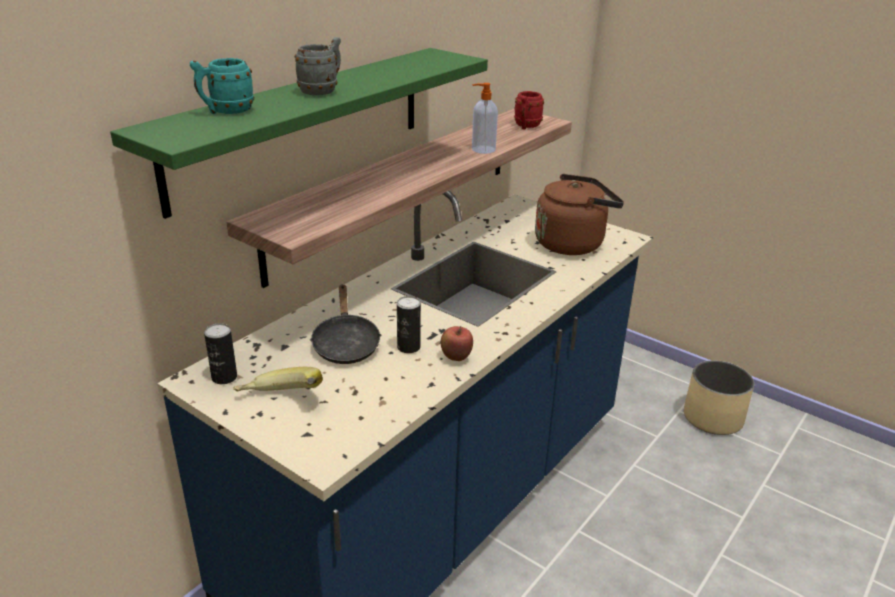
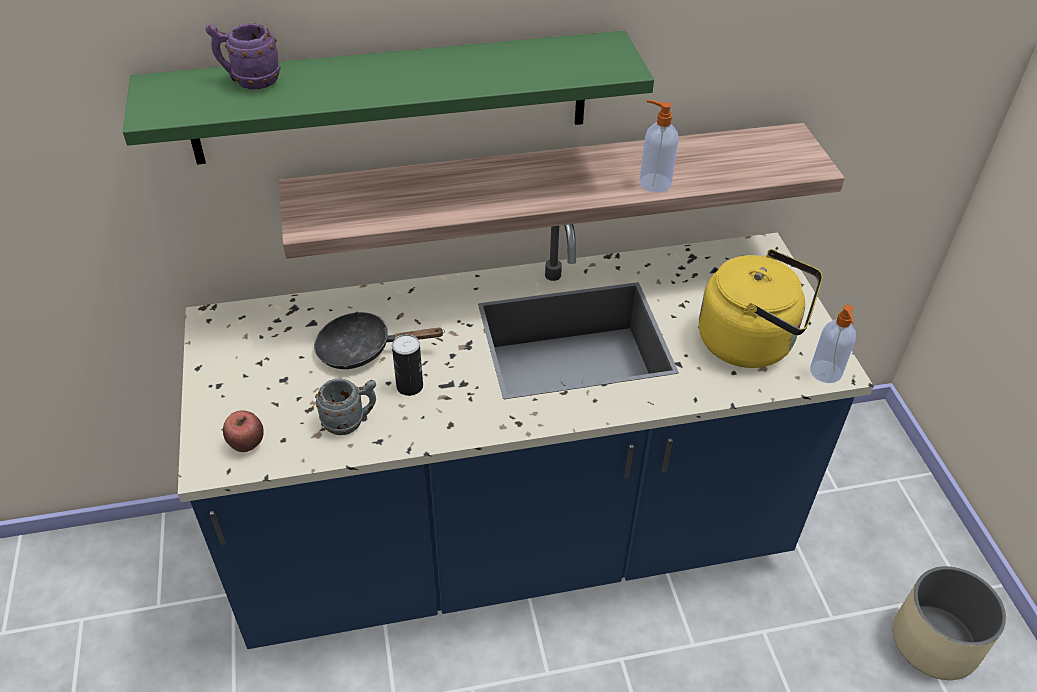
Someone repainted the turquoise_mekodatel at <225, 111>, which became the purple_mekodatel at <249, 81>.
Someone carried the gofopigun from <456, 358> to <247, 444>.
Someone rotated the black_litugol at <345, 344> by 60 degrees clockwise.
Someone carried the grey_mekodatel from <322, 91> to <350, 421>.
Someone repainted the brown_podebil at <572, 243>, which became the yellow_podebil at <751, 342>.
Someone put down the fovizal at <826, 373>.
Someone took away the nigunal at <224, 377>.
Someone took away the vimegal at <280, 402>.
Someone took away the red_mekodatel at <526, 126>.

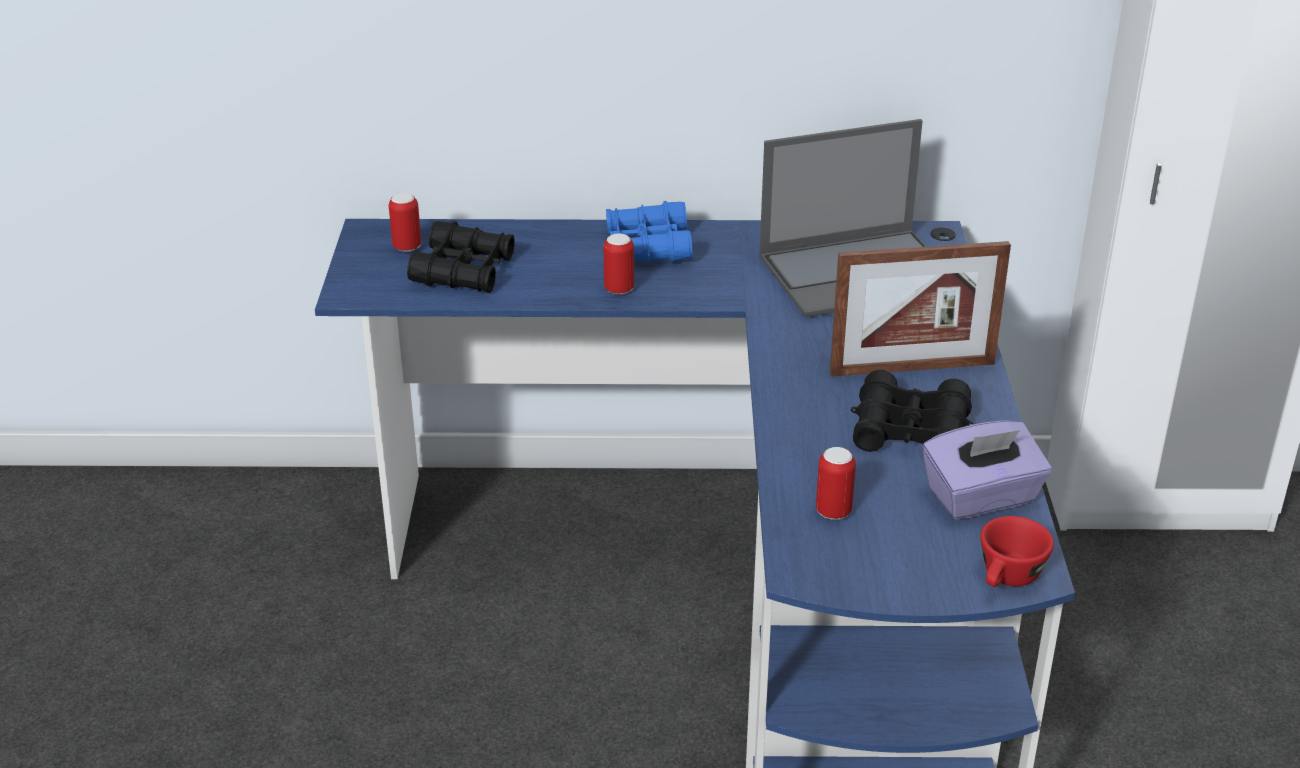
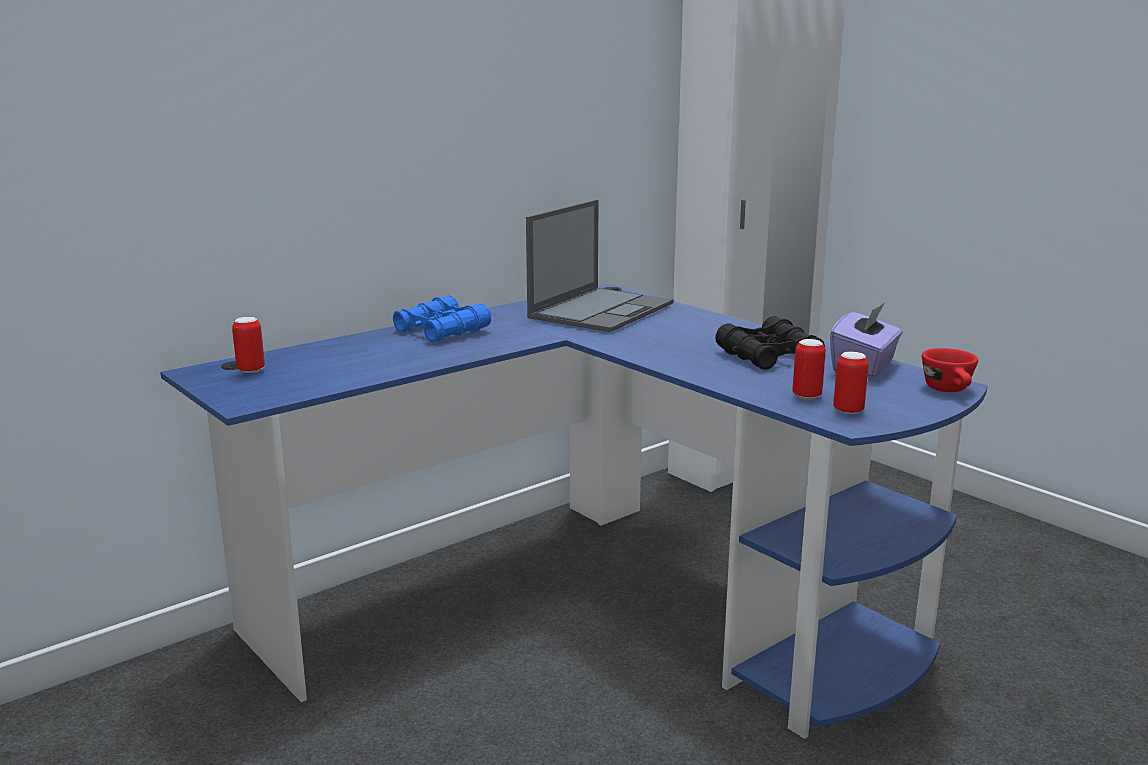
Someone carried the nigunal from <619, 289> to <848, 411>.
Someone took away the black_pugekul at <463, 271>.
Someone took away the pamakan at <912, 368>.

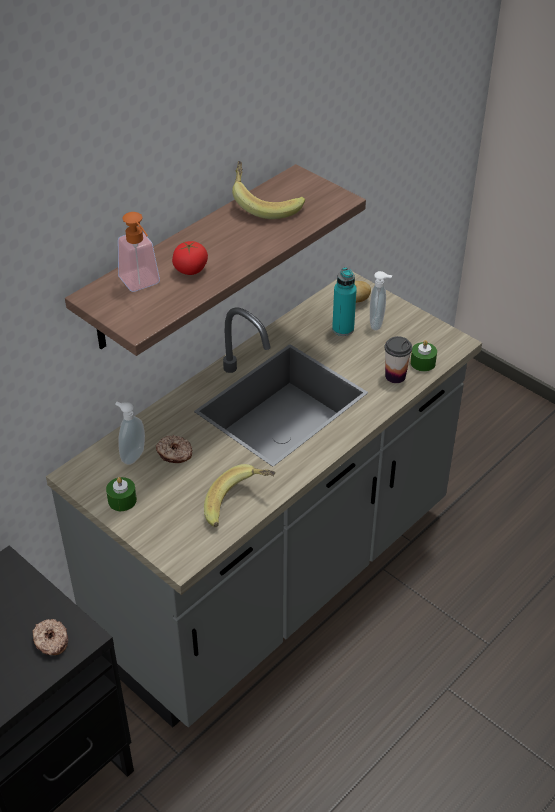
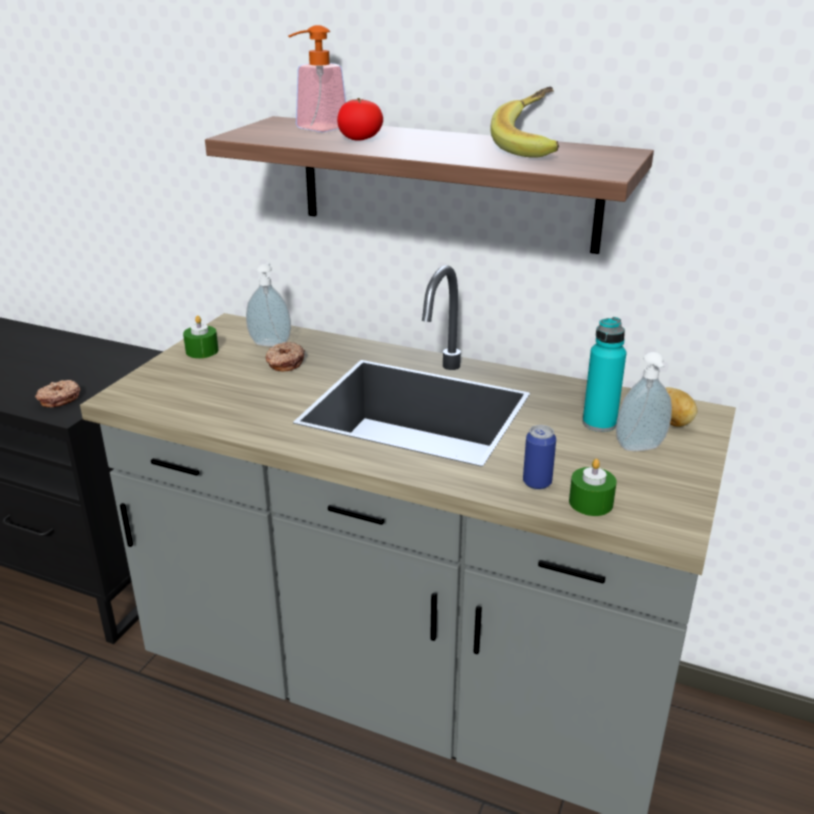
Someone swapped the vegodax at <395, 376> for the nigunal at <537, 483>.
Someone took away the vimegal at <239, 506>.

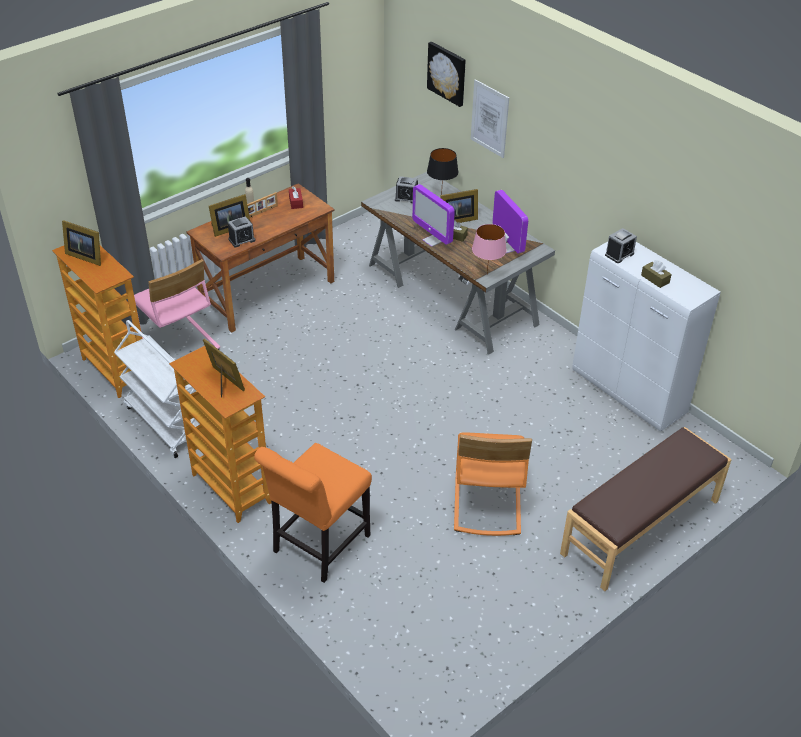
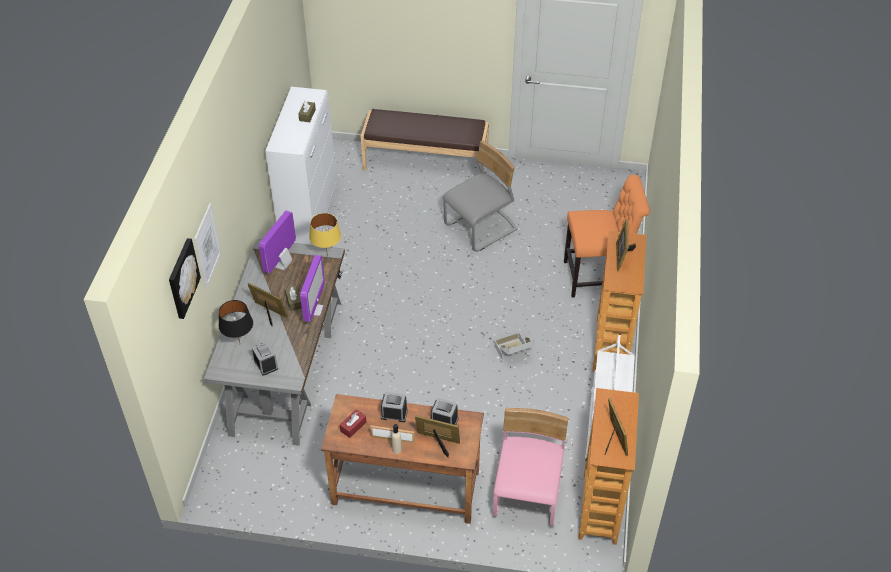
Someone repainted the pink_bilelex at <487, 274>, which became the yellow_bilelex at <327, 256>.
Someone carried the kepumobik from <619, 254> to <394, 413>.
Someone repainted the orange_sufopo at <486, 503>, which became the grey_sufopo at <481, 228>.
Someone put down the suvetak at <513, 354>.

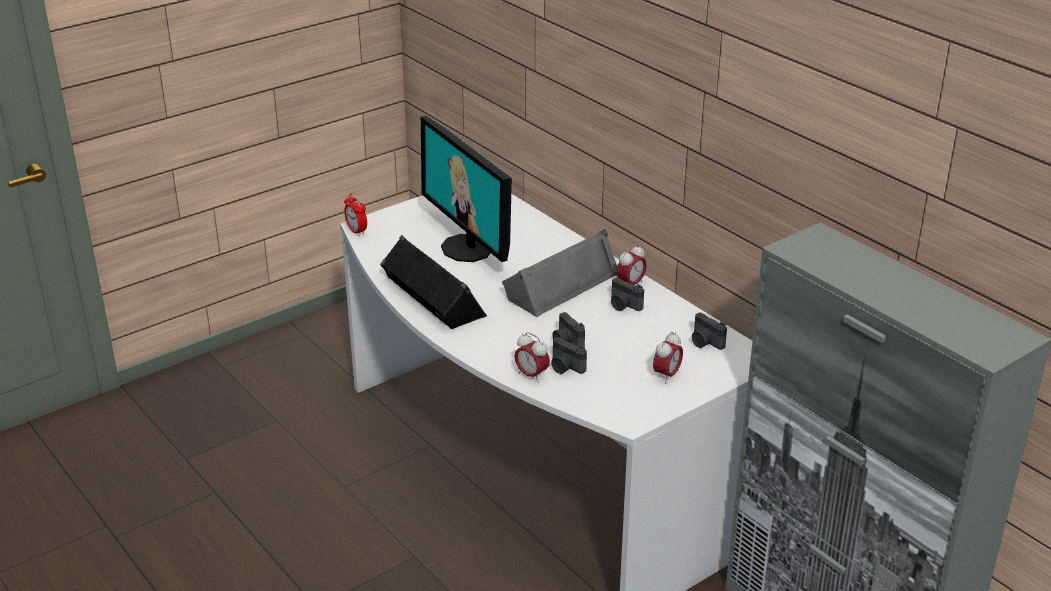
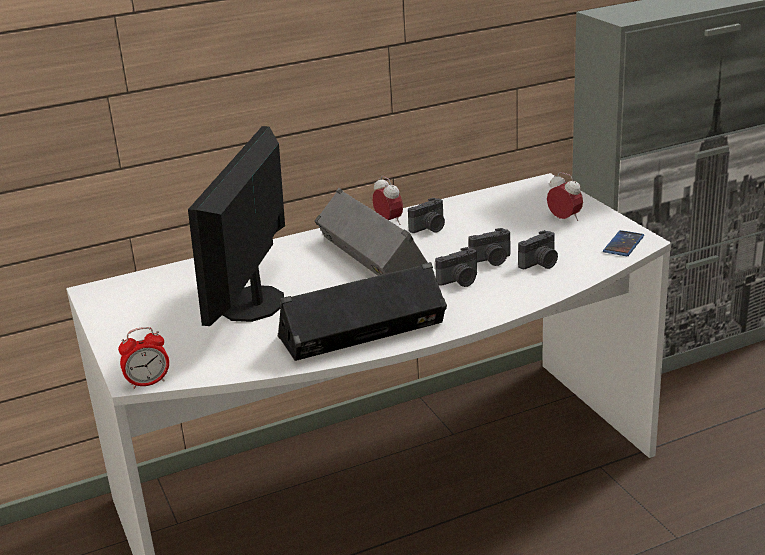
Someone rotated the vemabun at <468, 248> by 120 degrees clockwise.
Someone carried the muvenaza from <705, 342> to <460, 281>.
Someone put down the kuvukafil at <623, 244>.
Someone took away the kepumobik at <531, 375>.

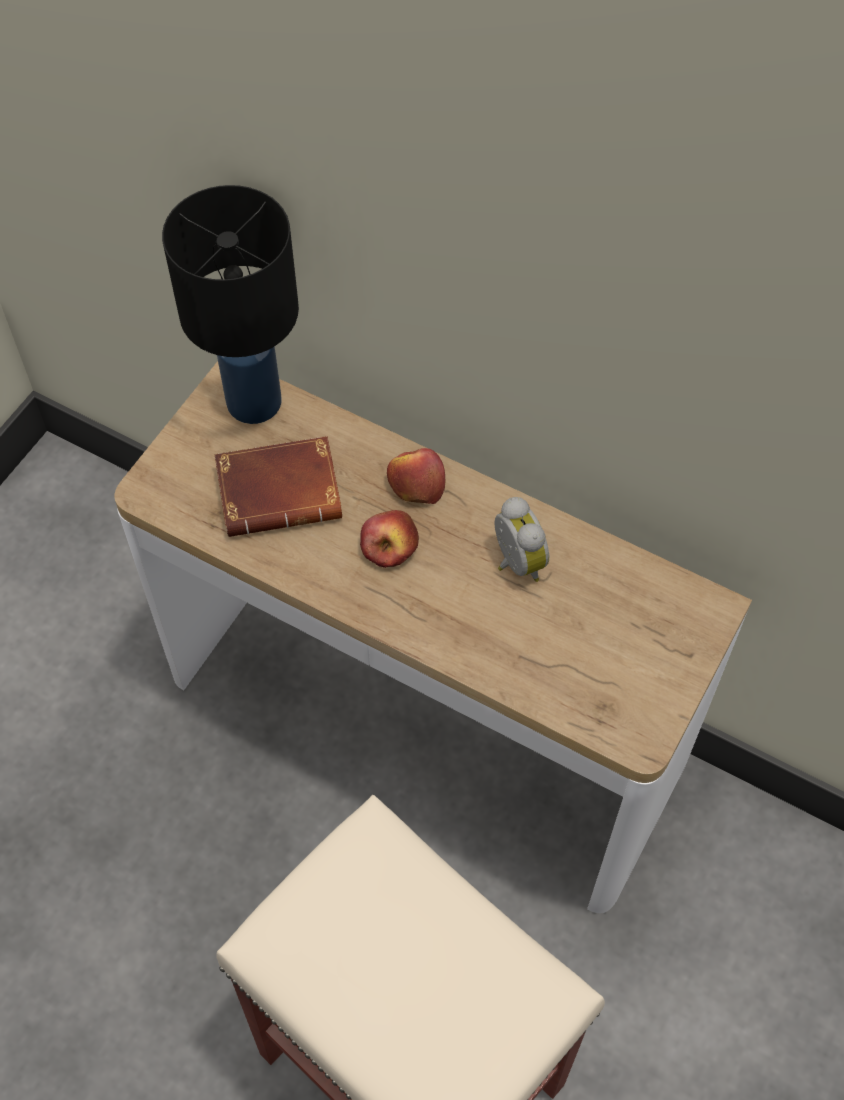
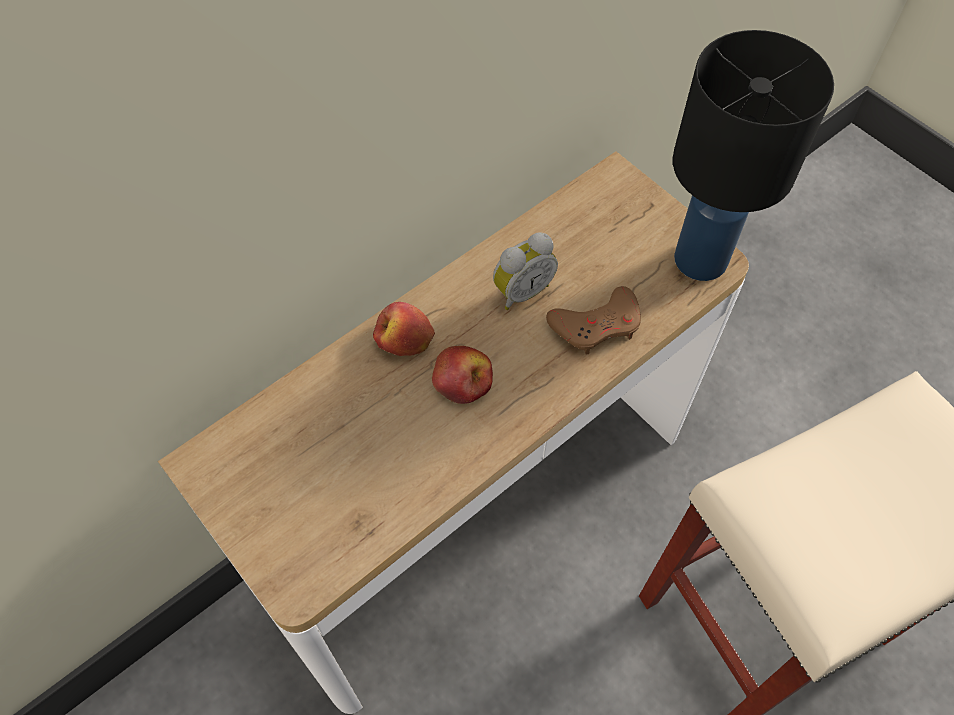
Someone rotated the kepumobik at <515, 563> by 150 degrees clockwise.
Someone put down the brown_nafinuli at <597, 325>.
Someone carried the black_bilelex from <252, 402> to <700, 261>.
Someone took away the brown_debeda at <282, 490>.

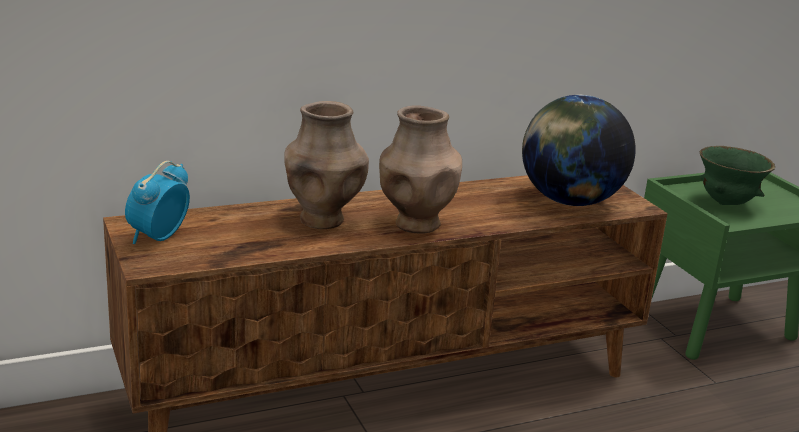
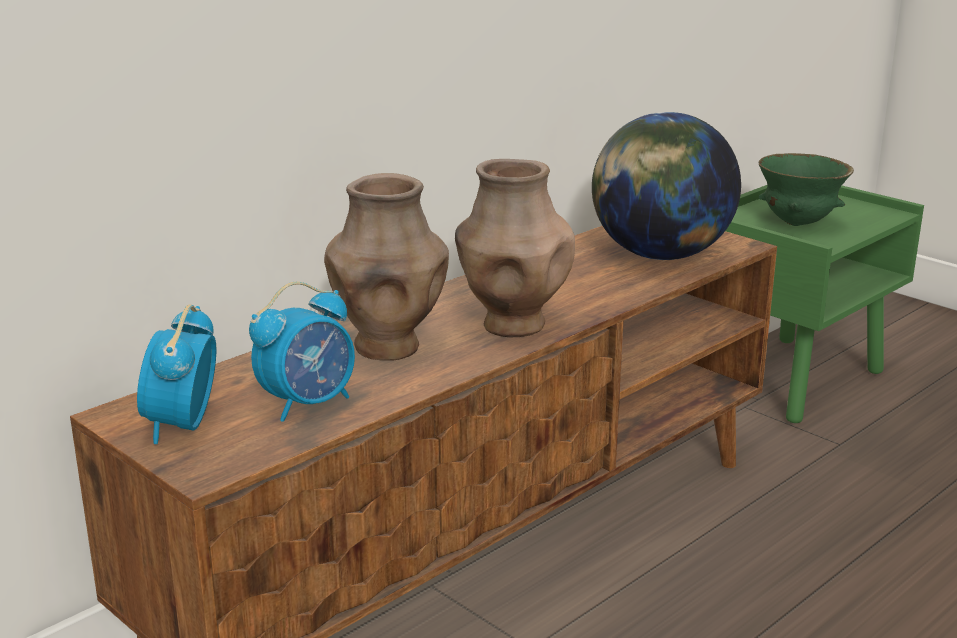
Someone put down the kepumobik at <308, 403>.

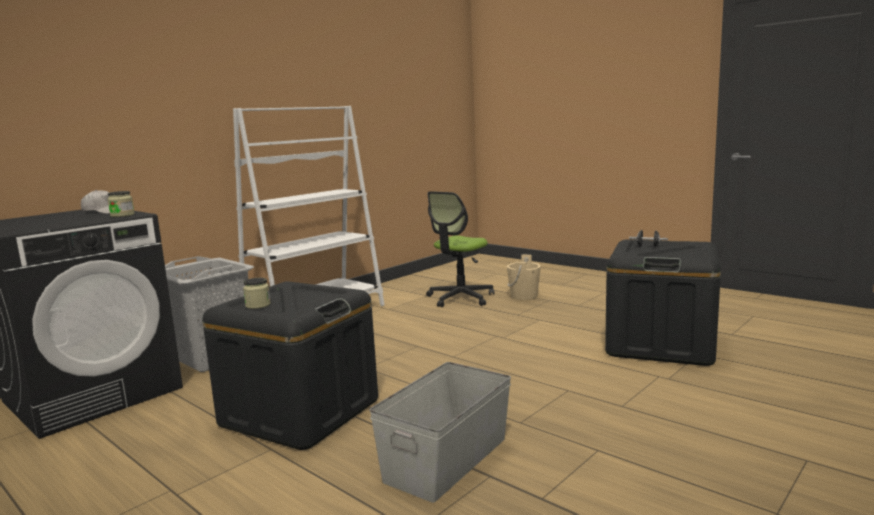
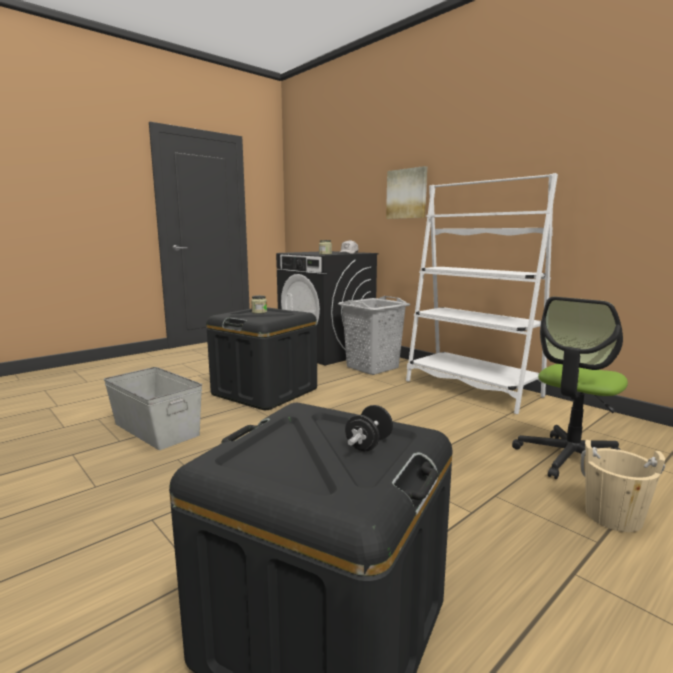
Someone put up the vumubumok at <407, 194>.
Someone rotated the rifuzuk at <460, 298> by 90 degrees counterclockwise.

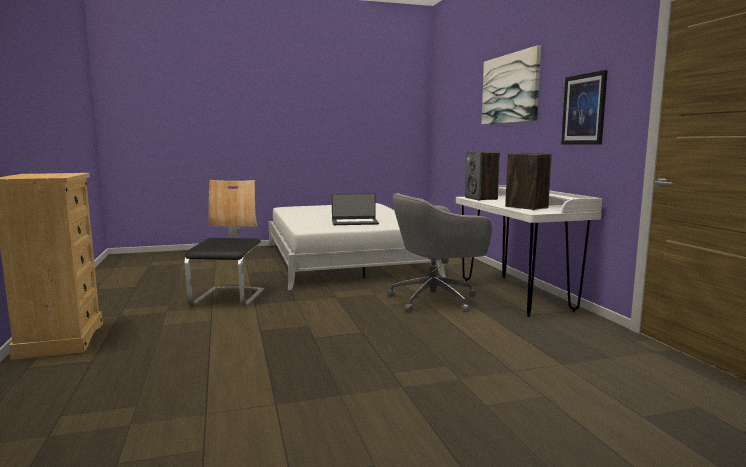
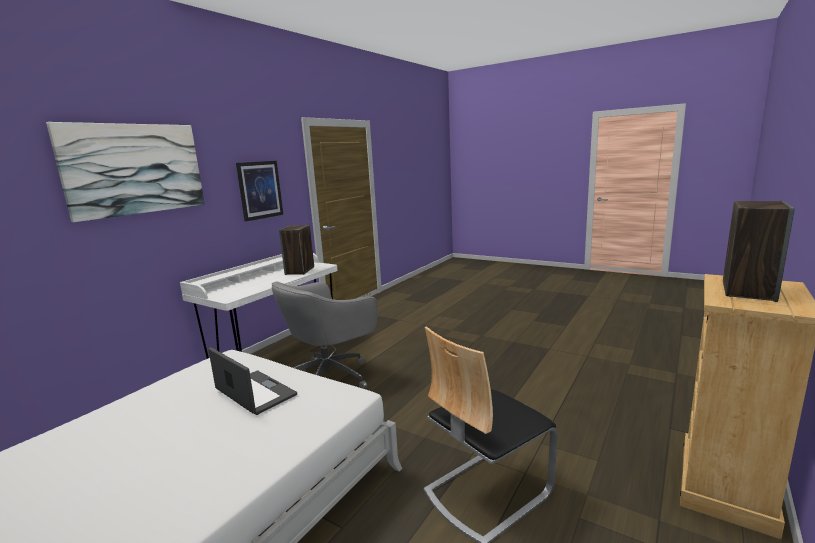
Someone rotated the grey_rifuzuk at <436, 300> by 105 degrees clockwise.
Someone carried the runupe from <481, 198> to <747, 291>.

